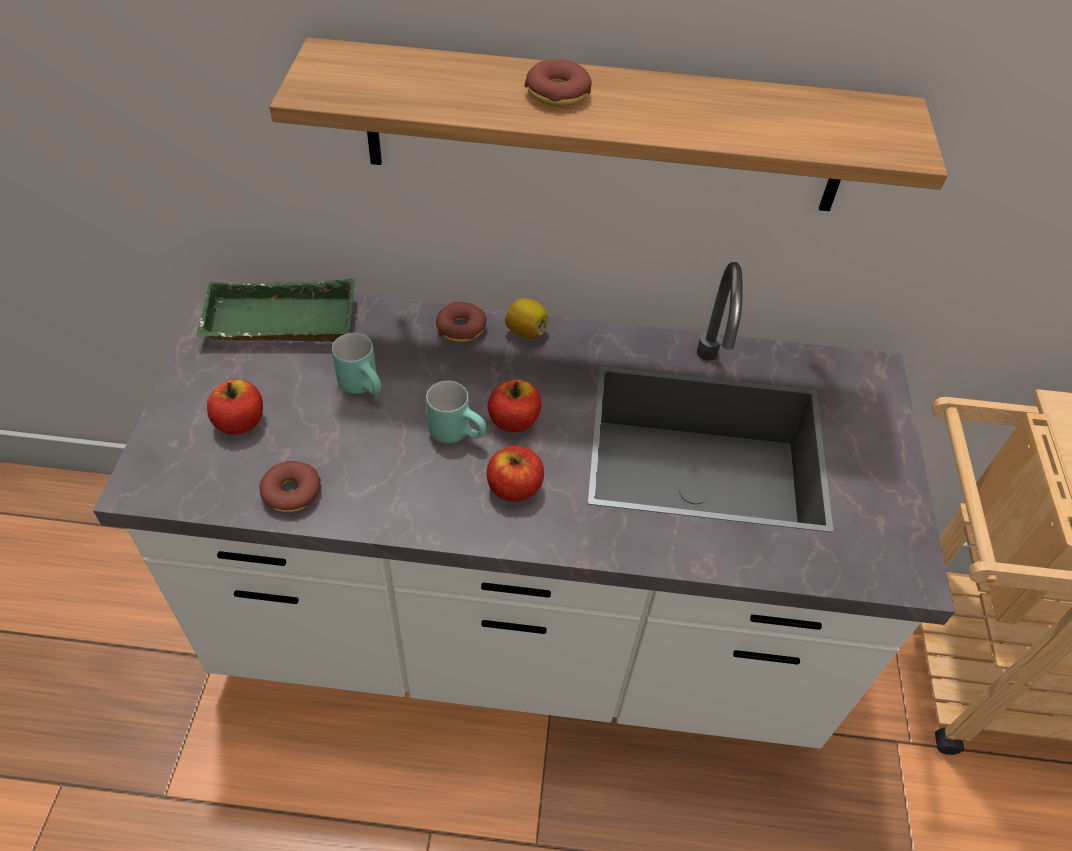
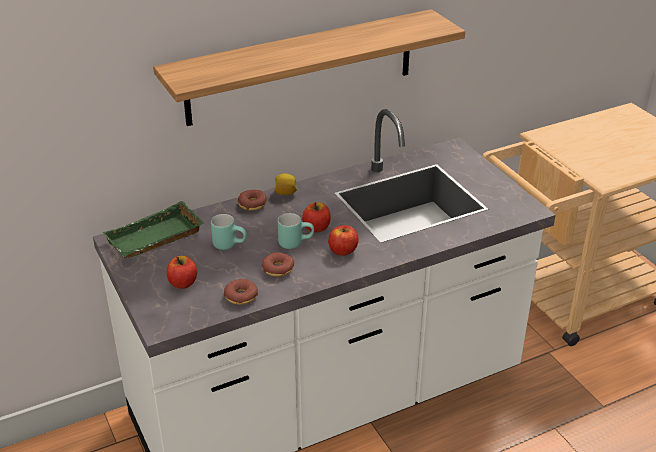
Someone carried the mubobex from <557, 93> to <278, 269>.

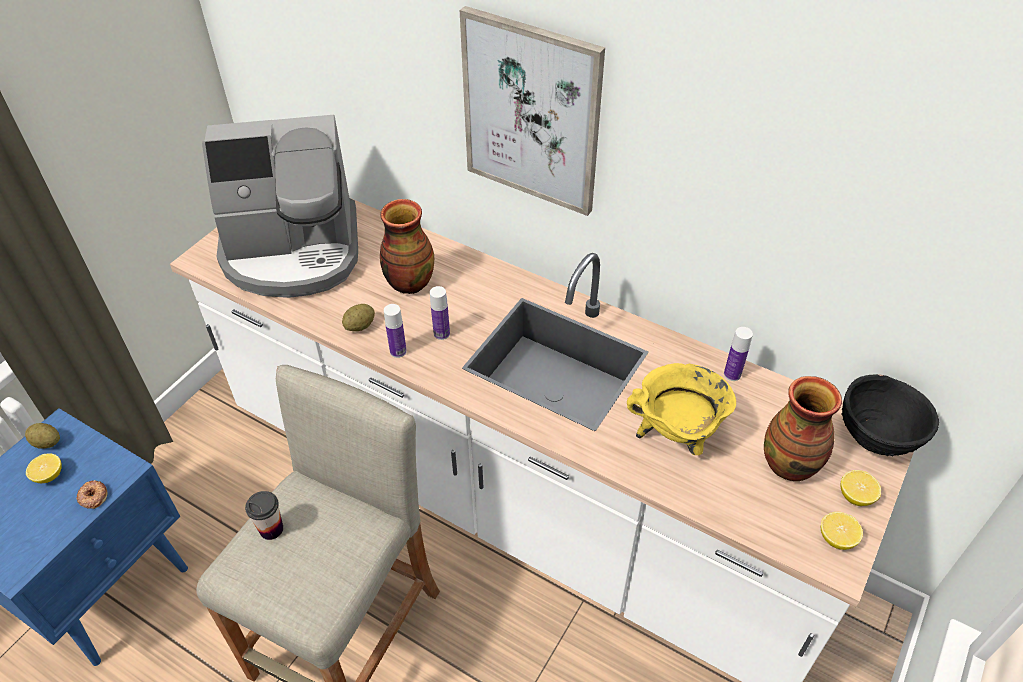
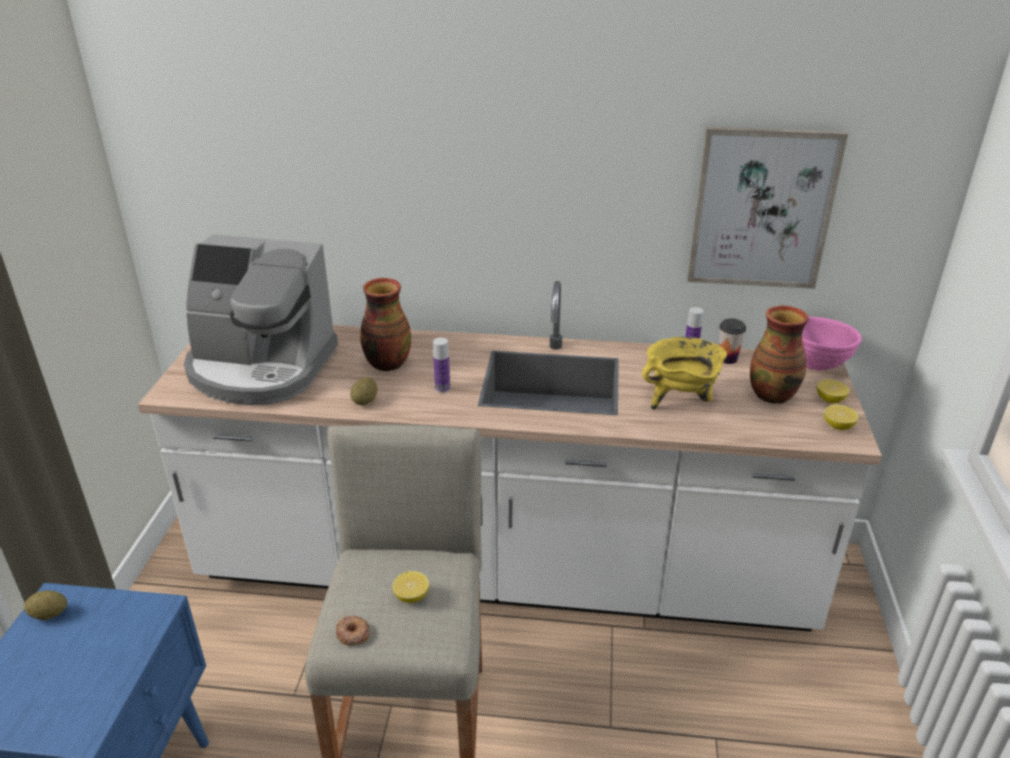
Someone rotated the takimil at <293, 252> by 45 degrees clockwise.
Someone carried the mubobex from <93, 496> to <353, 634>.
Someone carried the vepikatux from <49, 475> to <411, 596>.
Someone carried the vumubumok from <532, 112> to <762, 208>.
Someone carried the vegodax from <271, 529> to <727, 359>.
Someone repainted the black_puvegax at <875, 440>, which became the pink_puvegax at <815, 366>.
Someone took away the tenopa at <398, 351>.

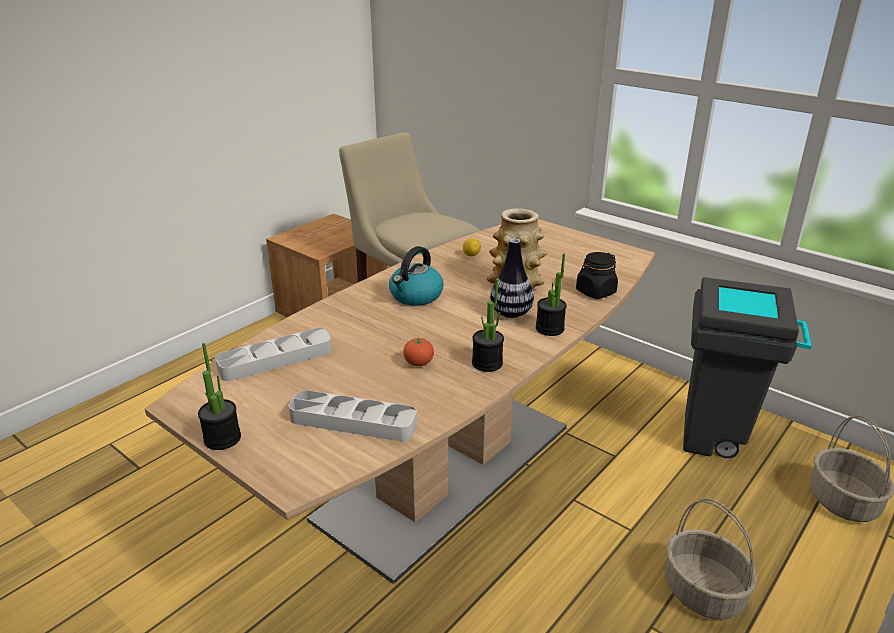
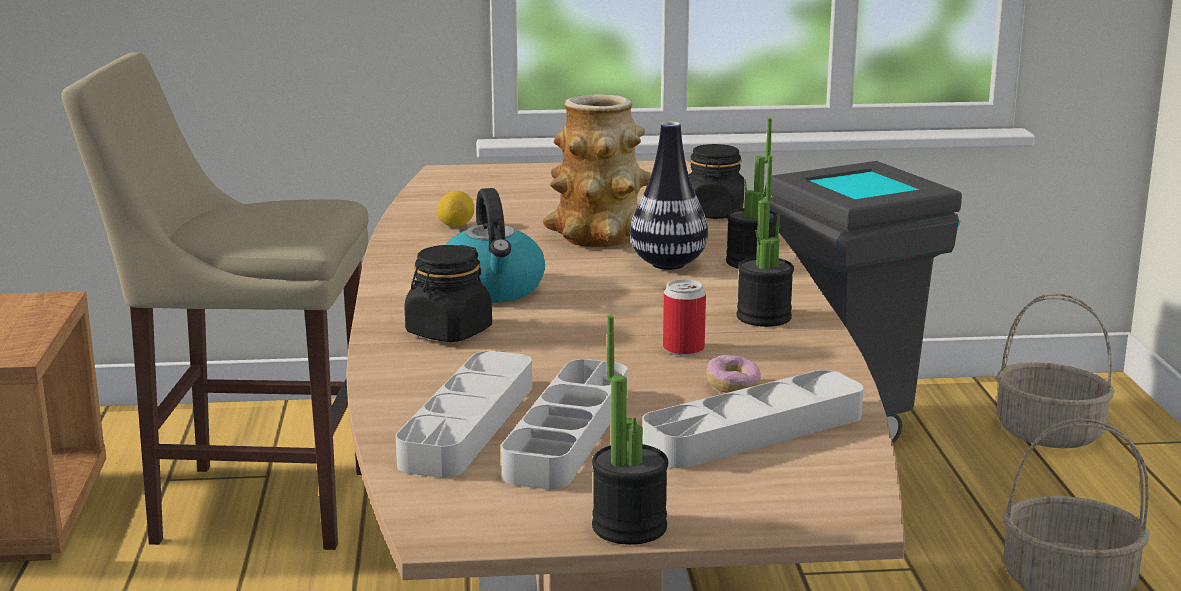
Someone put down the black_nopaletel at <448, 332>.
Someone put down the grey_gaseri at <568, 434>.
Someone swapped the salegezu at <418, 363> for the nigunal at <683, 349>.
Someone put down the mubobex at <733, 387>.

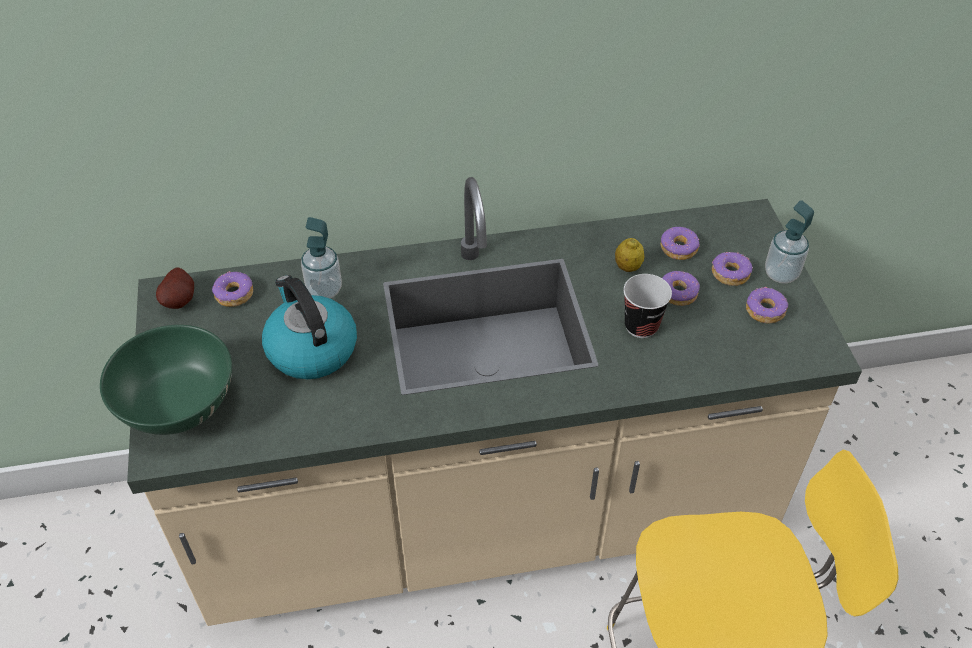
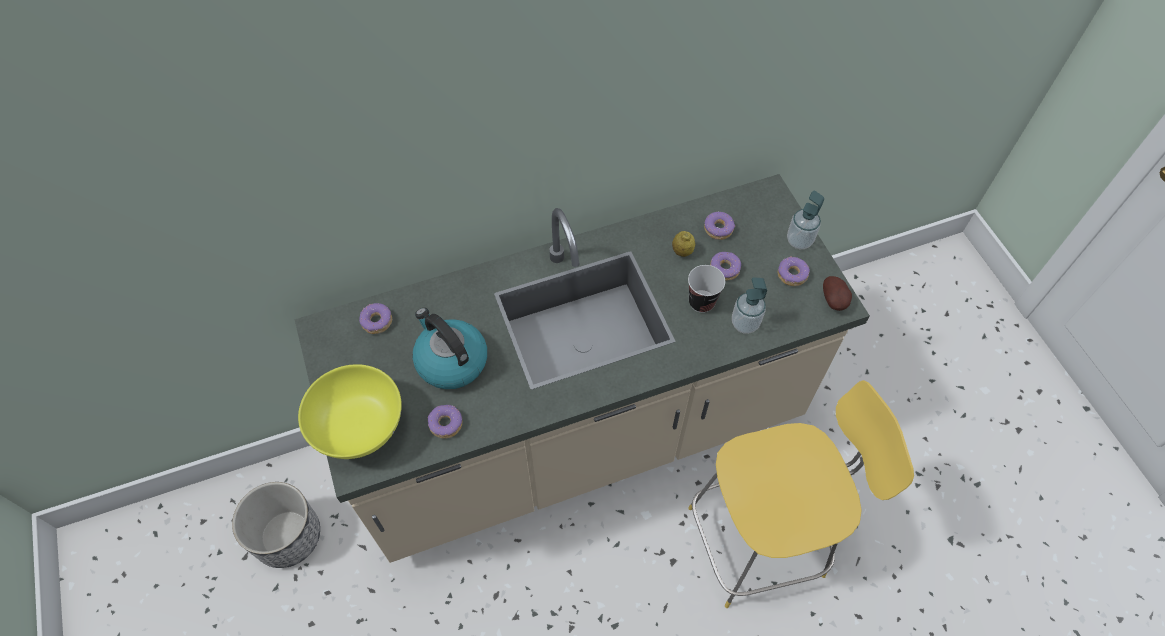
Someone put down the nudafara at <288, 536>.
Someone repainted the green_puvegax at <178, 407>, which became the yellow_puvegax at <359, 427>.
Someone carried the mubobex from <730, 273> to <445, 424>.
Someone carried the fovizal from <324, 290> to <745, 323>.
Someone carried the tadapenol from <181, 300> to <834, 301>.

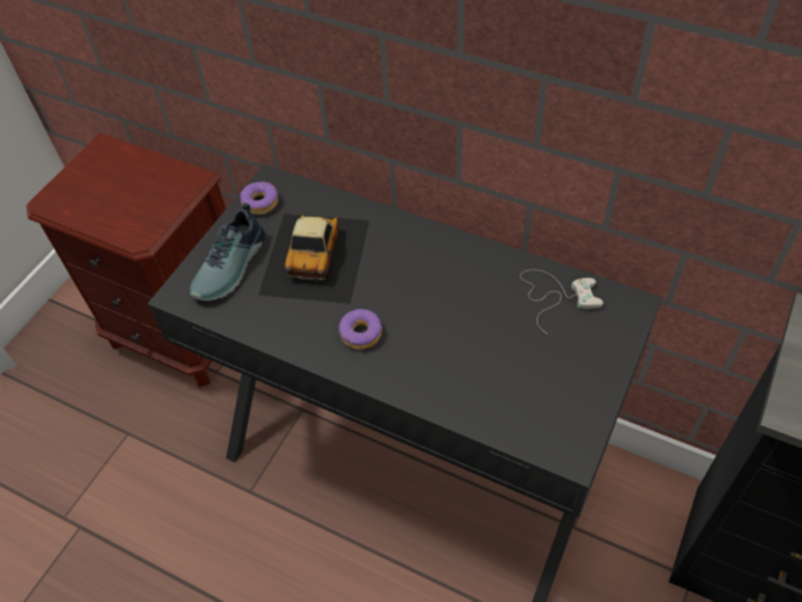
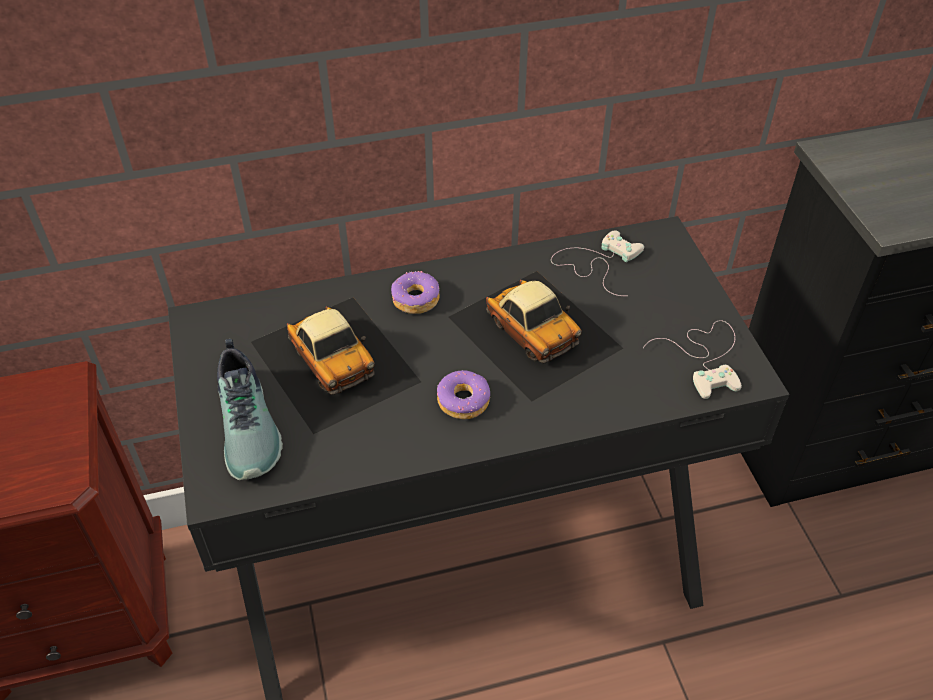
Someone carried the mubobex from <260, 203> to <415, 299>.
Someone put down the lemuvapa at <534, 331>.
Someone put down the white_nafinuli at <705, 357>.

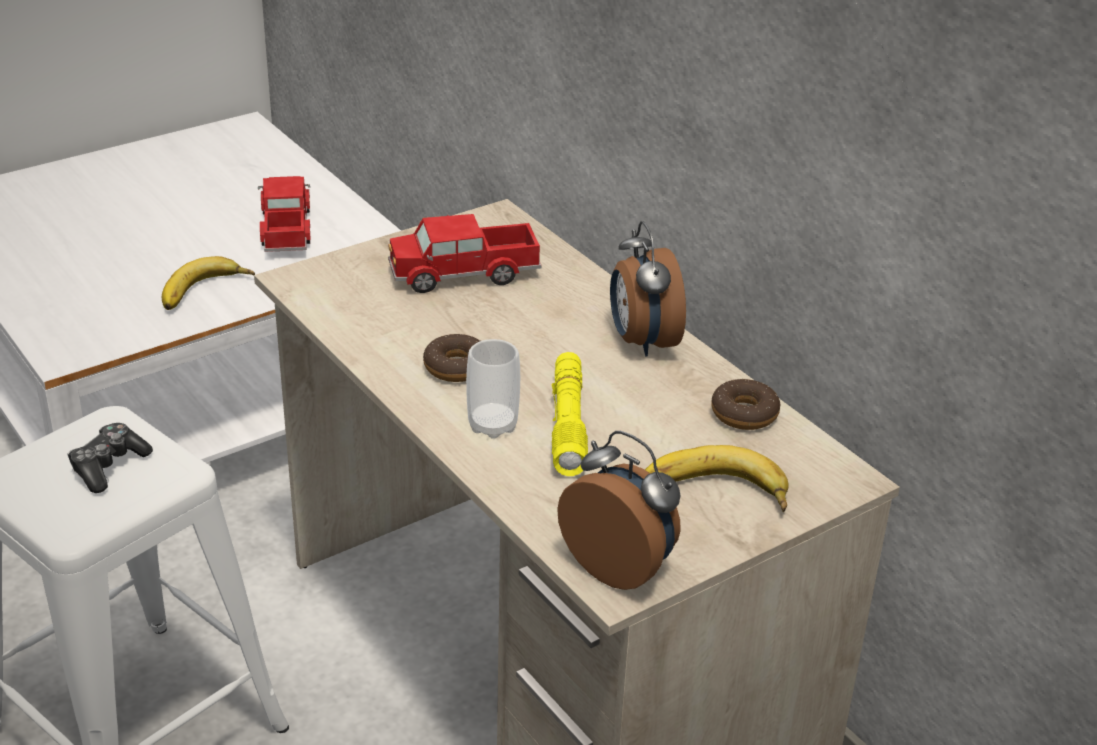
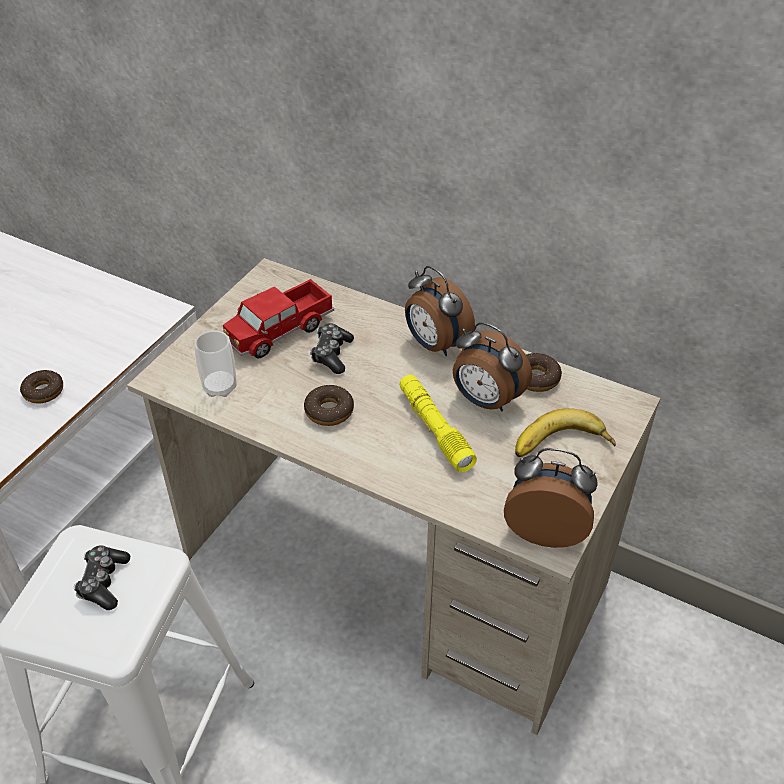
Someone swapped the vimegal at <206, 293> for the mubobex at <43, 391>.
Someone carried the vegodax from <492, 425> to <220, 387>.
Someone put down the nafinuli at <332, 354>.
Someone put down the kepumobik at <485, 401>.
Someone took away the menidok at <286, 230>.

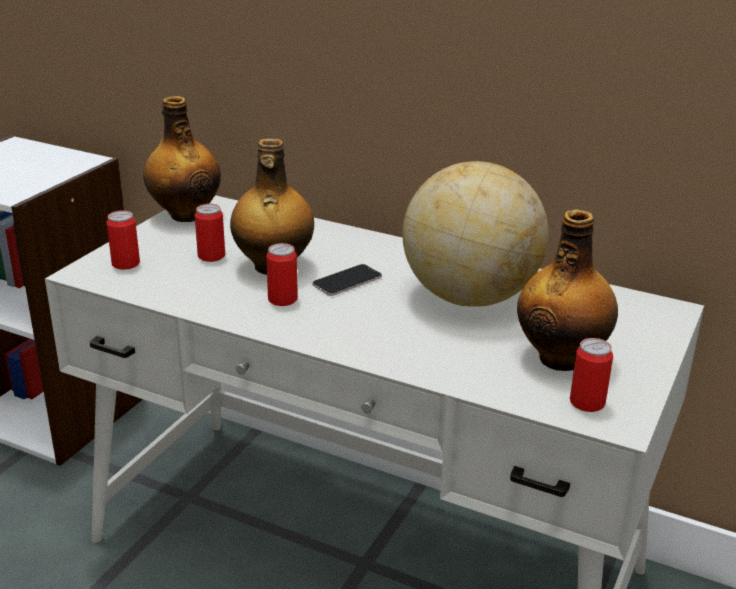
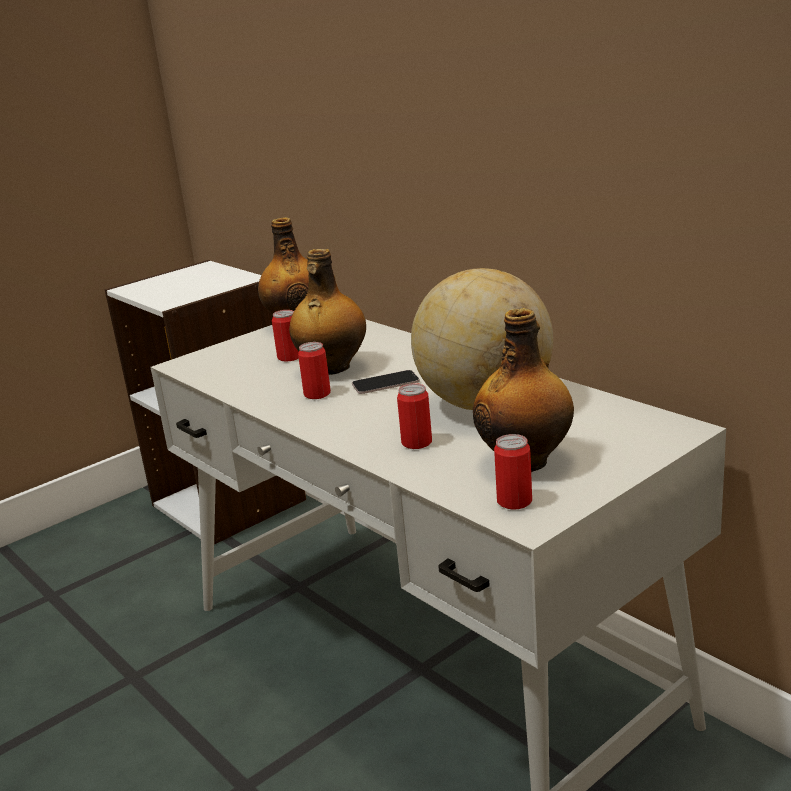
Someone carried the nigunal from <126, 264> to <417, 442>.

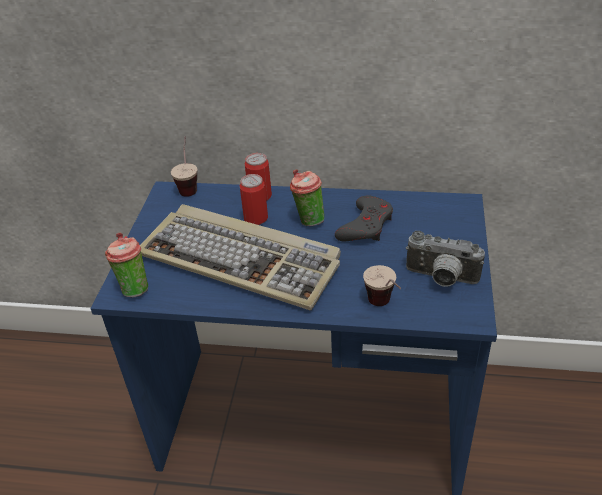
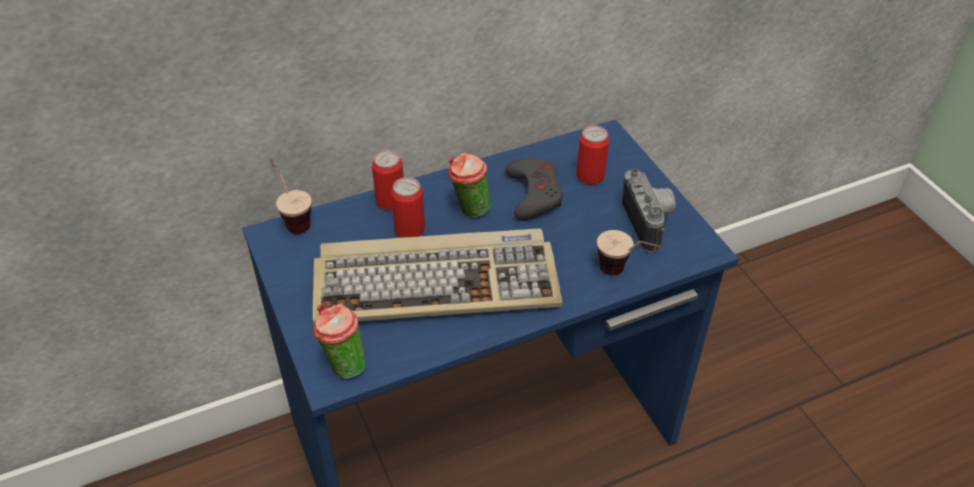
Someone put down the nigunal at <590, 176>.
Someone rotated the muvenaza at <440, 279> by 90 degrees counterclockwise.

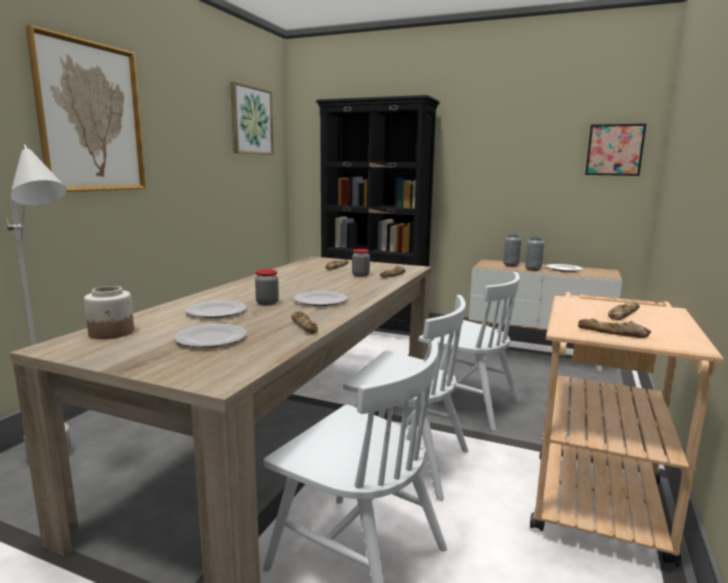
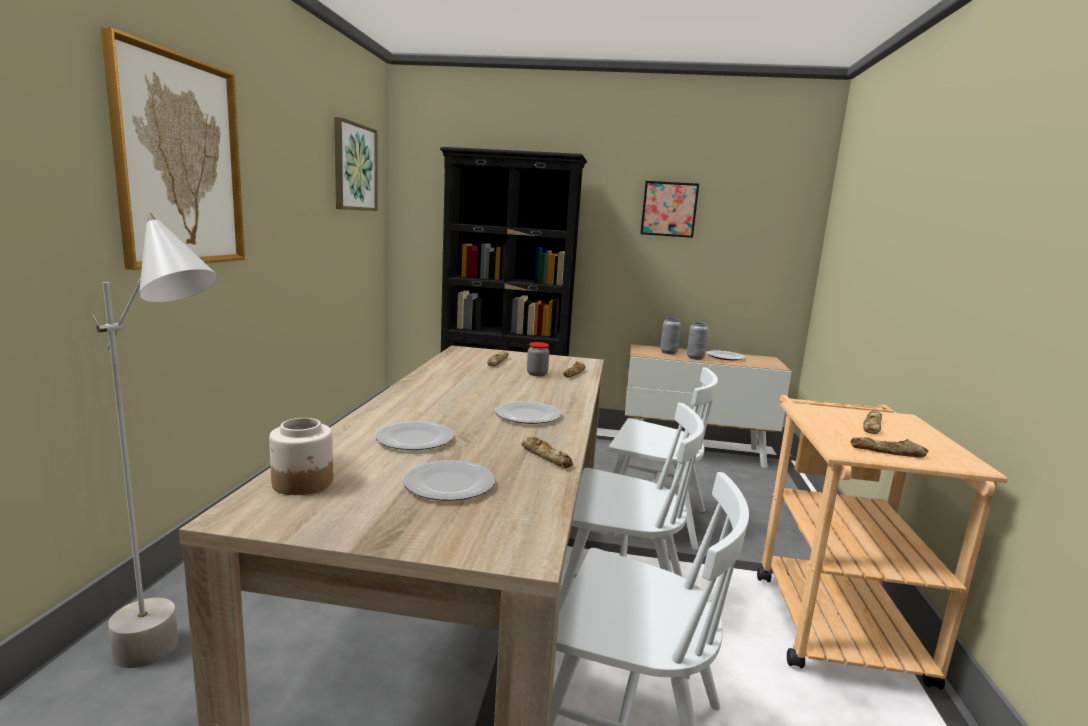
Someone carried the vumubumok from <614, 150> to <669, 209>.
Someone took away the nopaletel at <267, 303>.

